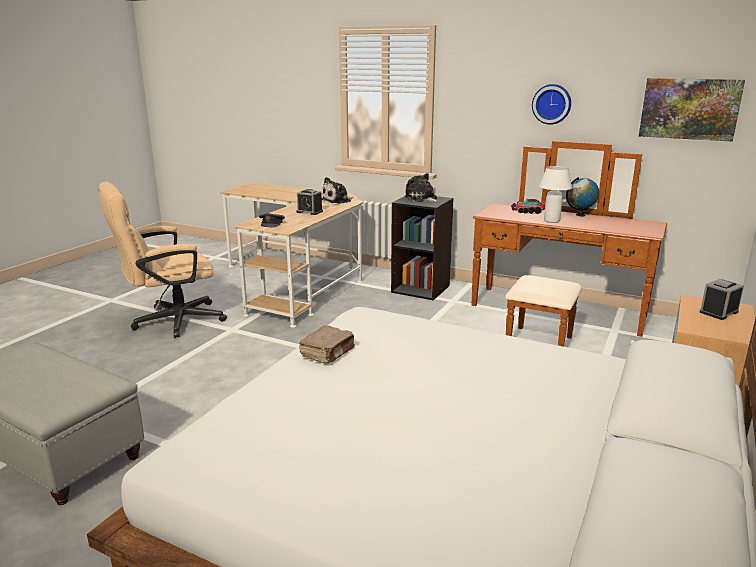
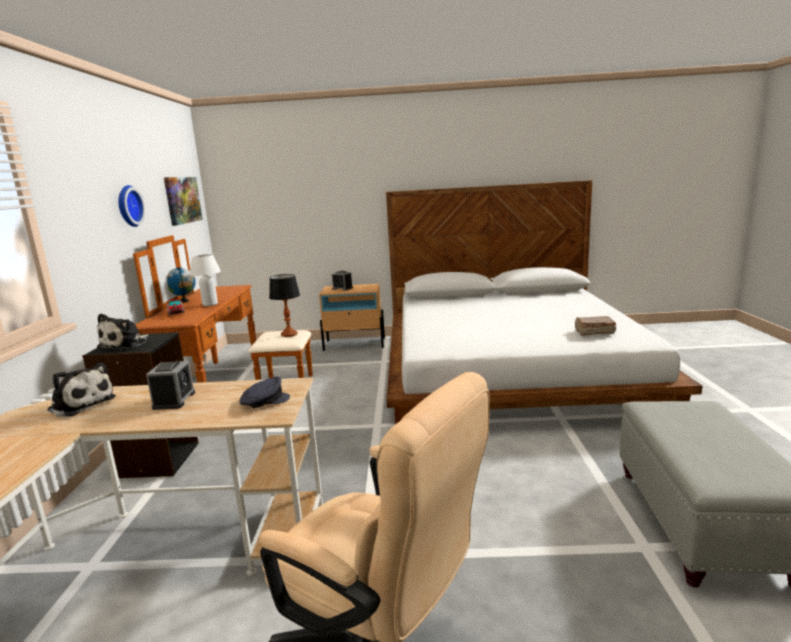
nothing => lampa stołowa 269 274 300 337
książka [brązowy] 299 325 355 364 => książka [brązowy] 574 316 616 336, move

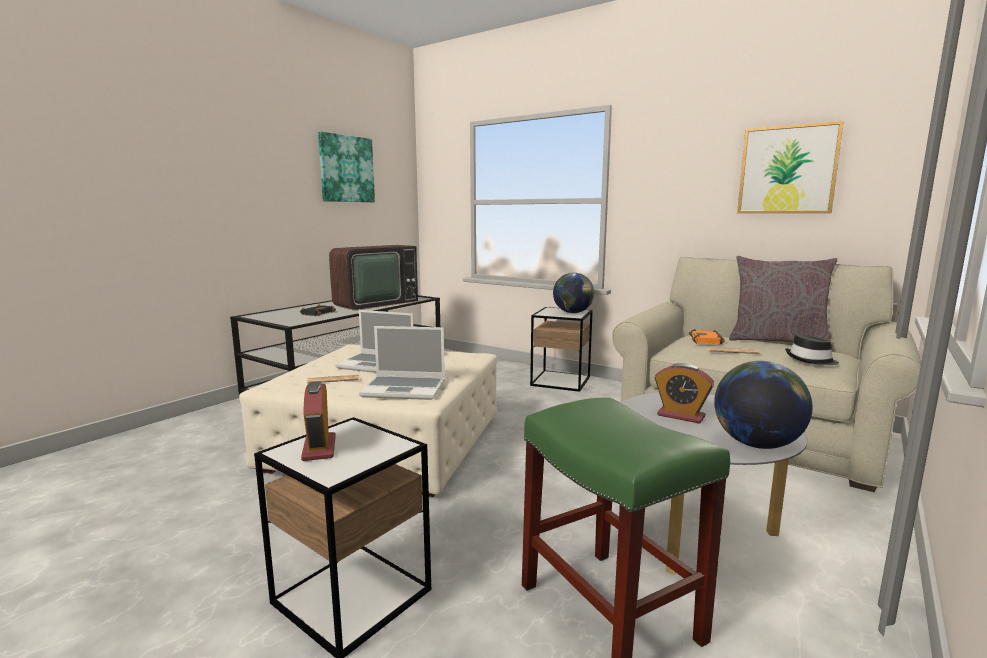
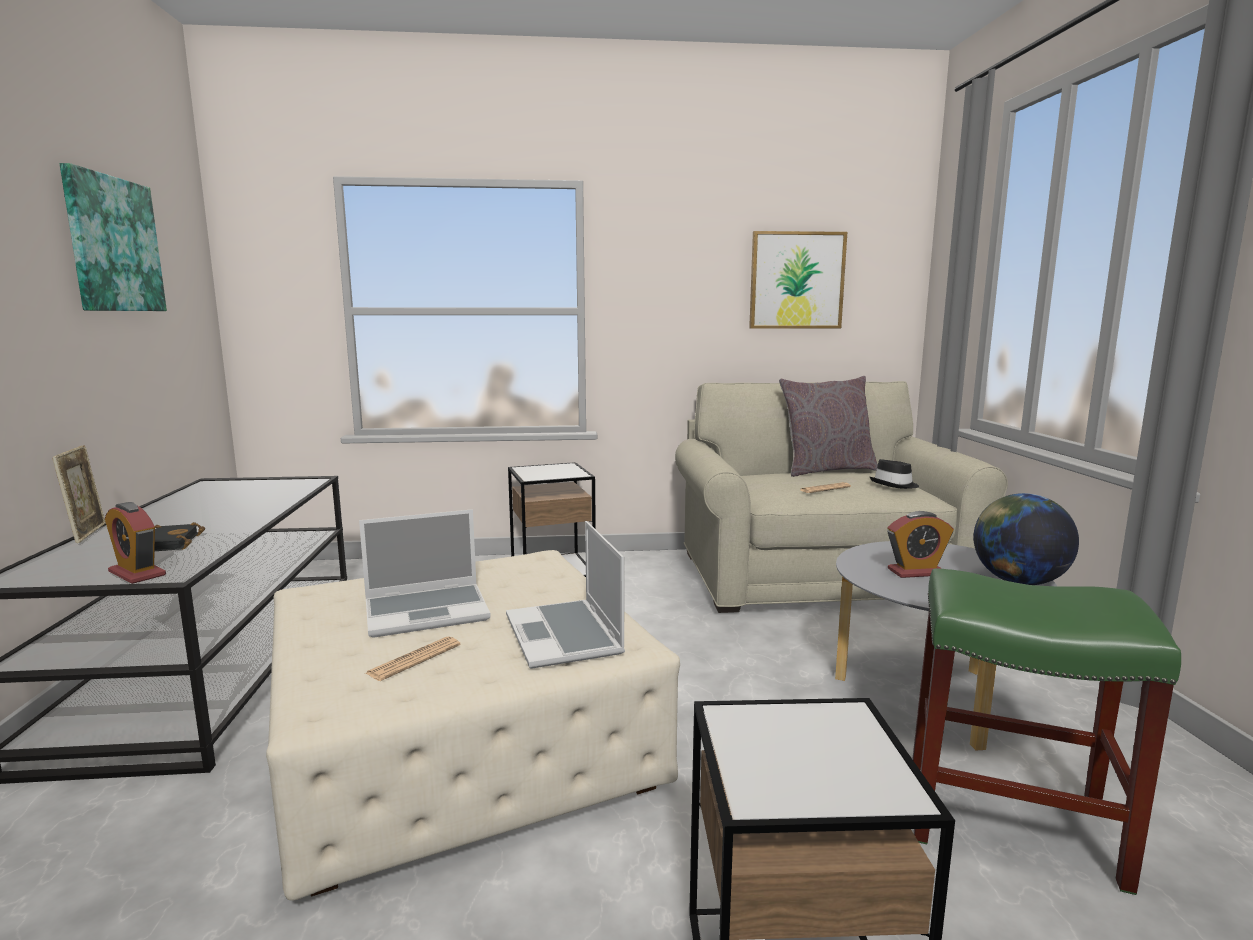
telewizor 329 245 418 310 => nothing
globus 553 273 594 313 => nothing
książka [pomarańczowy] 689 329 725 345 => nothing
nothing => ramka na zdjęcie 52 445 106 543
budzik 301 381 336 461 => budzik 105 502 166 584, move
laptop 359 326 445 400 => laptop 506 521 625 669, 105 degrees clockwise

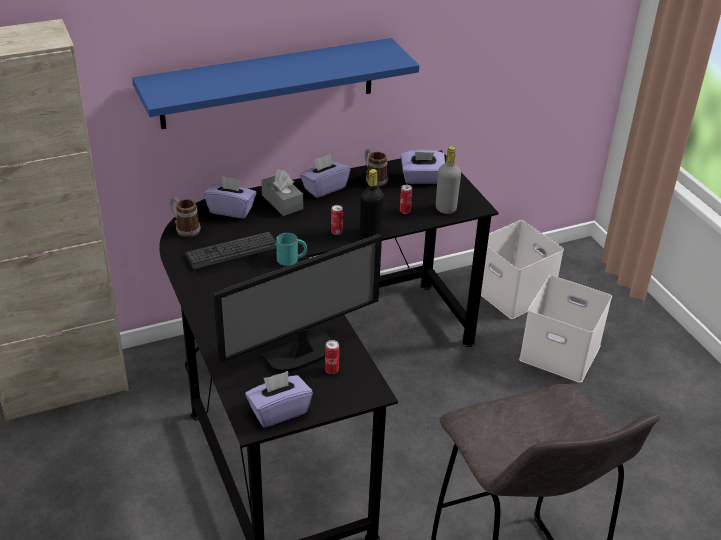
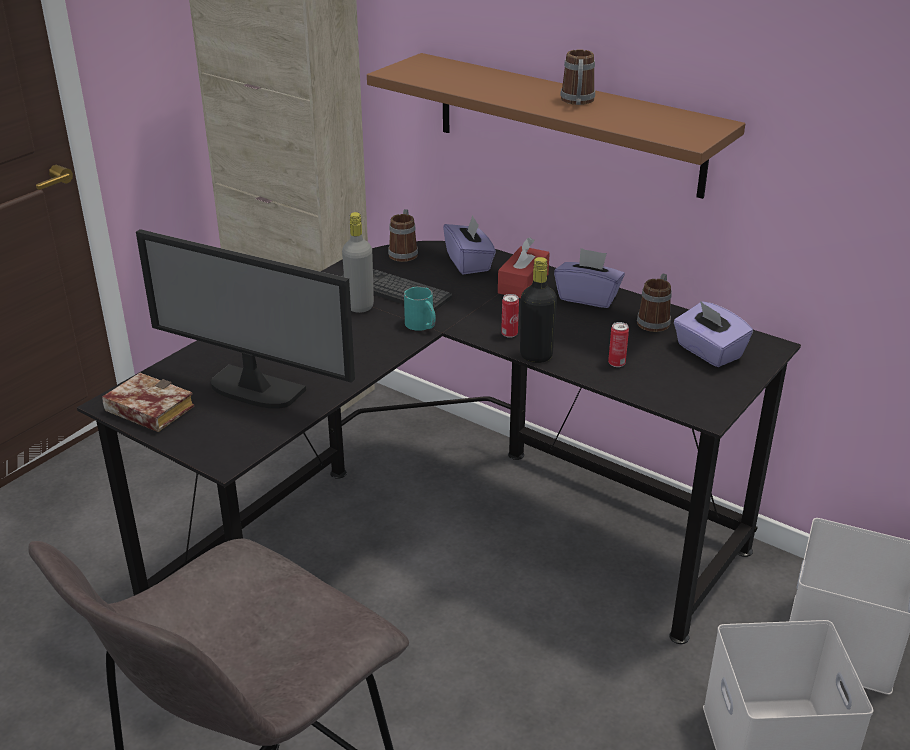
puszka 325 340 339 374 => nothing
nothing => kubek 560 50 595 105
butelka [szary] 436 146 461 214 => butelka [szary] 342 212 374 313, move
pudełko chusteczek [fioletowy] 245 371 313 428 => książka 102 373 195 432
półka [niebieski] 132 38 419 129 => półka [brązowy] 367 53 745 199
pudełko chusteczek [szary] 261 169 303 216 => pudełko chusteczek [czerwony] 498 238 550 298

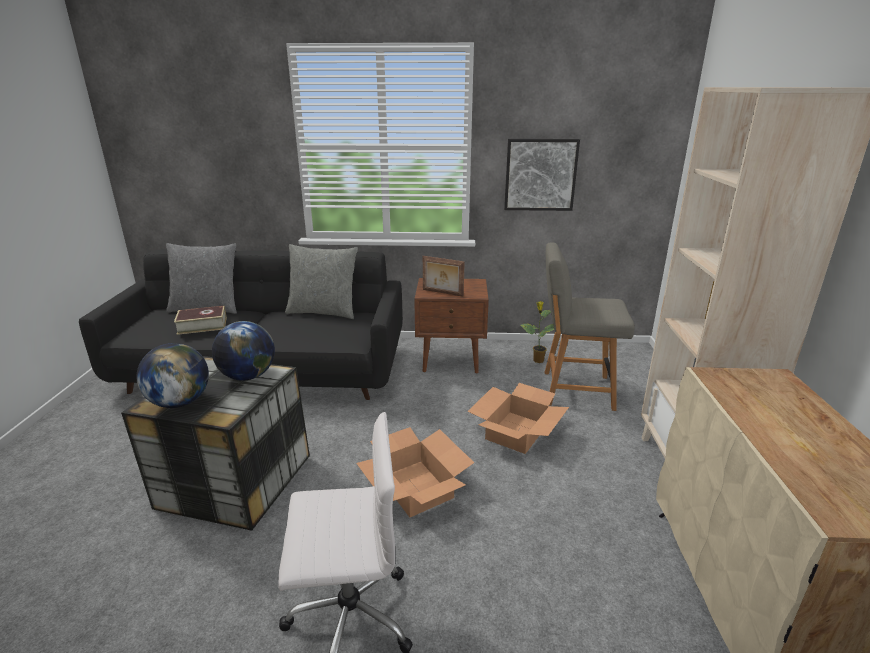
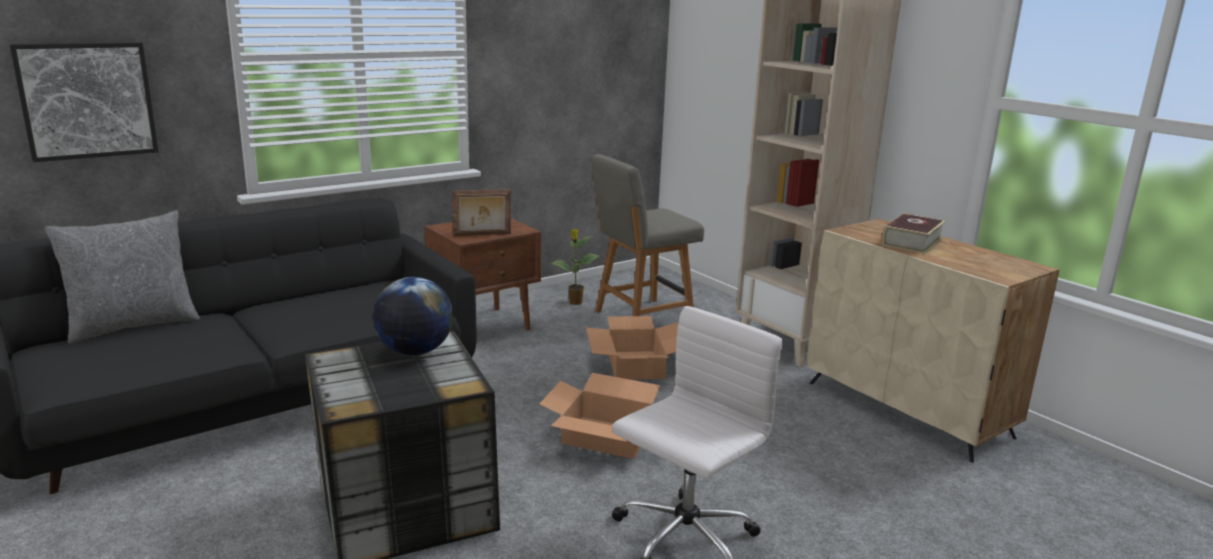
globus 136 343 209 408 => nothing
poduszka [szary] 285 244 358 319 => nothing
książka 174 306 227 335 => książka 882 213 946 254, move
obraz 504 139 580 211 => obraz 9 42 158 162, move

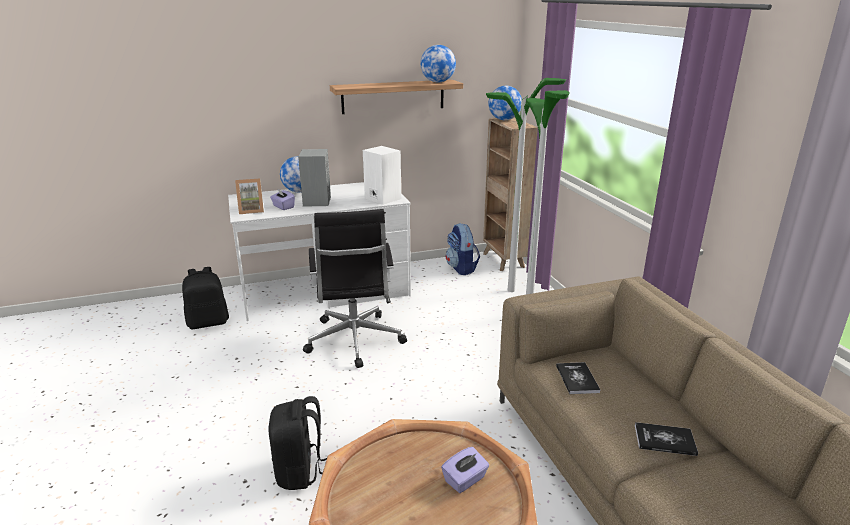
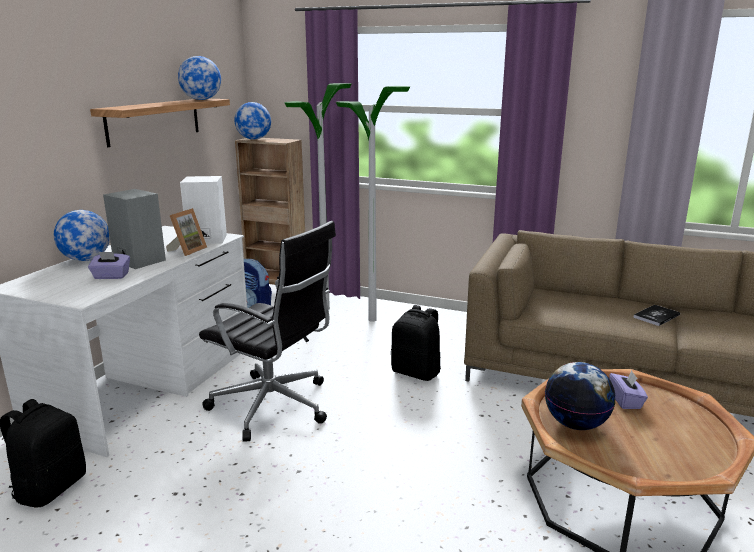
książka 556 362 600 394 => nothing
nothing => globus 545 362 616 430
ramka na zdjęcie 235 178 264 214 => ramka na zdjęcie 166 208 207 256, move
plecak [czarny] 268 396 327 490 => plecak [czarny] 391 305 441 381, move

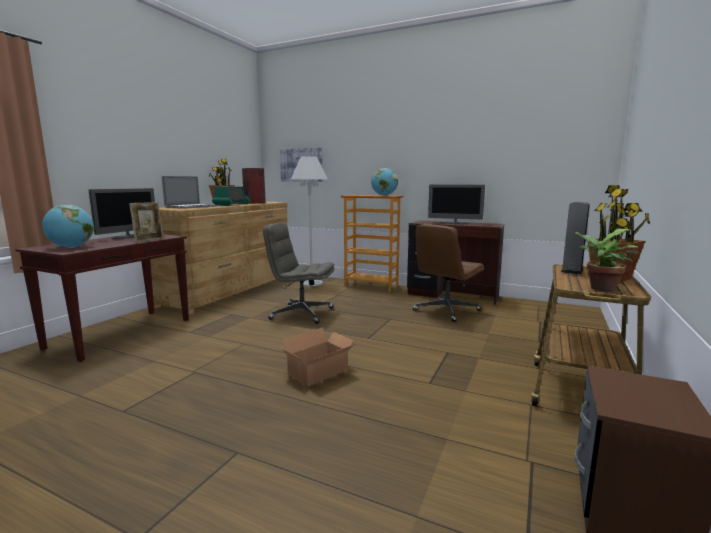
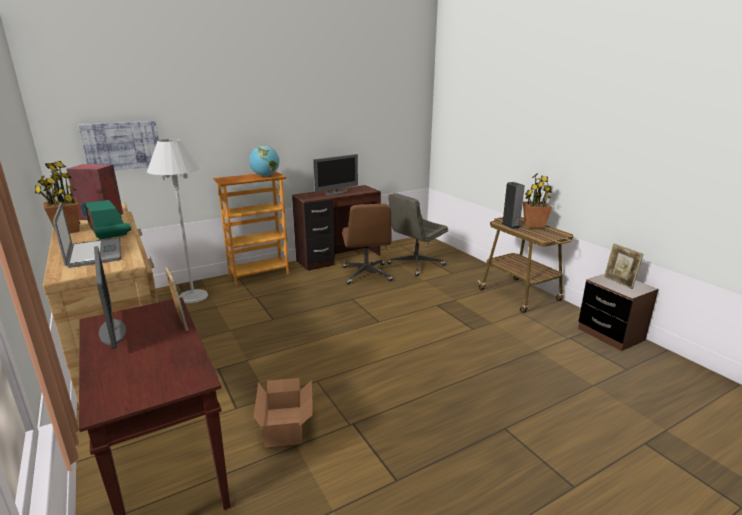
globus 42 205 94 248 => nothing
roślina doniczkowa 572 229 639 292 => nothing
nothing => ramka na zdjęcie 604 243 643 289
krzesło biurowe [szary] 263 222 335 324 => krzesło biurowe [szary] 387 193 448 276, move
karton 281 327 355 387 => karton 253 378 313 448, move

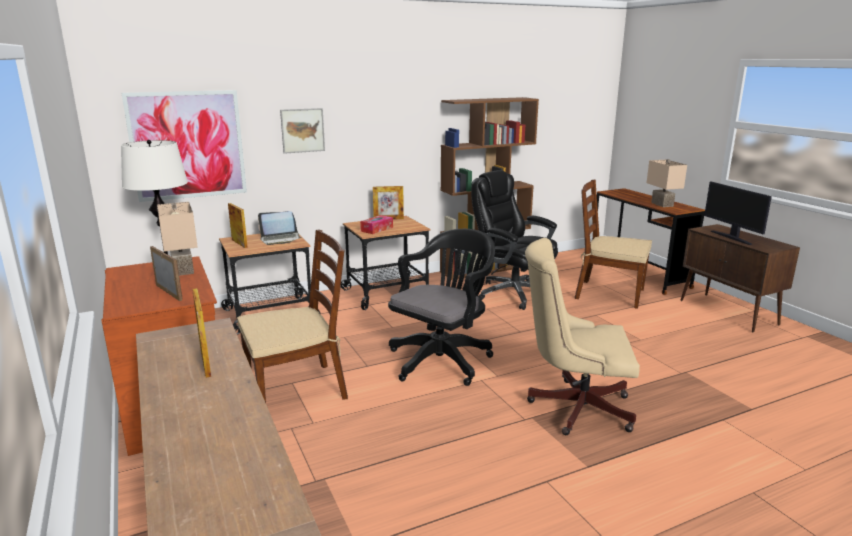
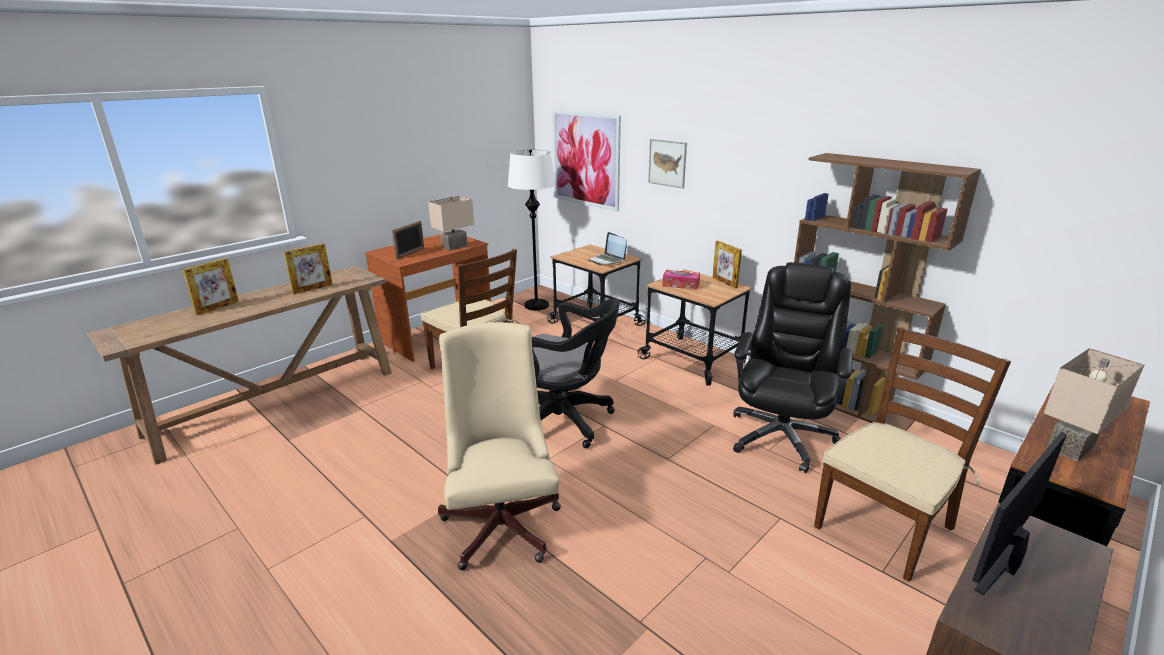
ramka na zdjęcie 228 203 248 248 => ramka na zdjęcie 183 258 239 315, move
krzesło [brązowy] 575 180 652 309 => krzesło [brązowy] 814 327 1011 582, 45 degrees clockwise

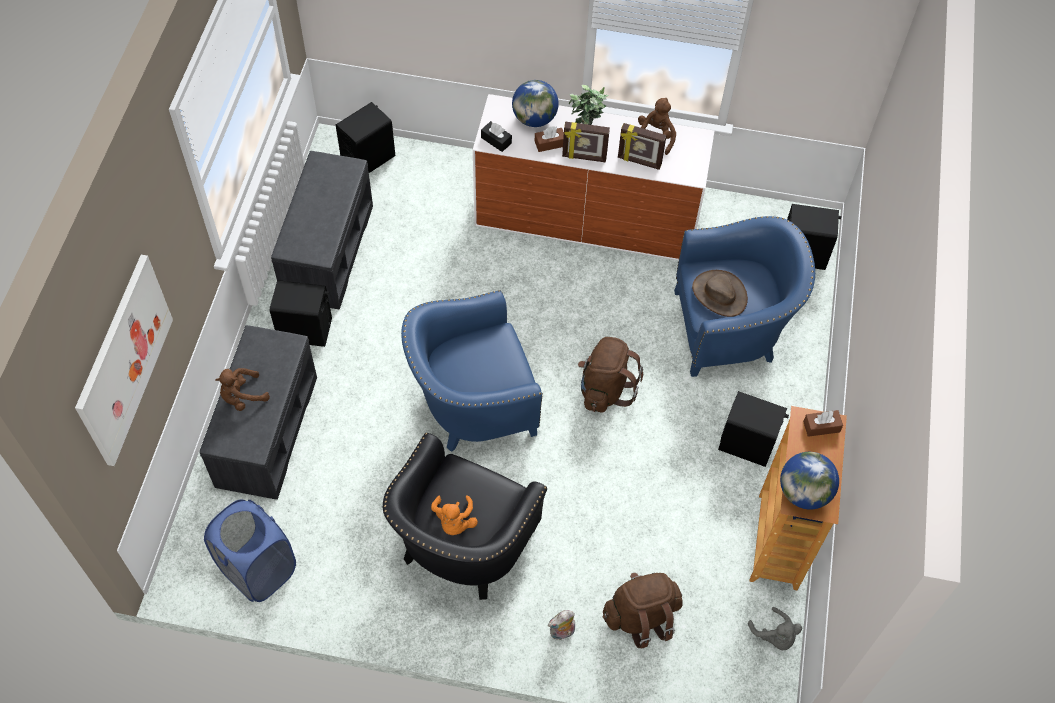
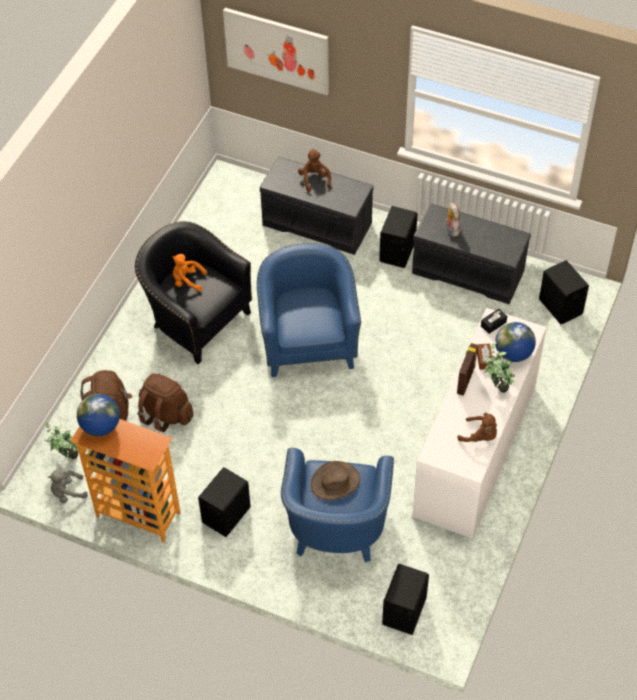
kosz na pranie [niebieski] 204 499 296 602 => nothing
ramka na zdjęcie 618 123 667 170 => nothing
pudełko chusteczek [brązowy] 803 410 843 437 => nothing
nothing => roślina doniczkowa 44 420 78 459
pluszak 548 610 575 641 => pluszak 445 202 461 236, move
plecak [brązowy] 578 337 643 413 => plecak [brązowy] 137 373 194 432, move

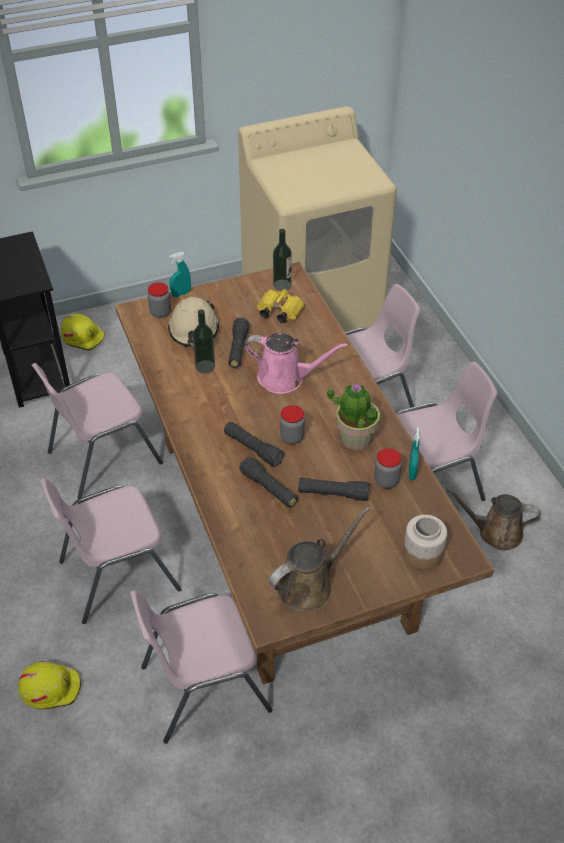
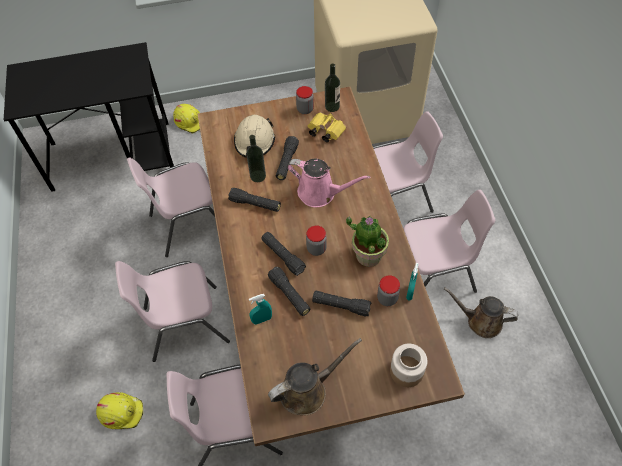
nothing => latarka [czarny] 228 188 281 212
słoik 148 282 171 318 => słoik 296 86 314 114, move
spryskiwacz [turkusowy] 170 252 191 297 => spryskiwacz [turkusowy] 249 294 272 325, move

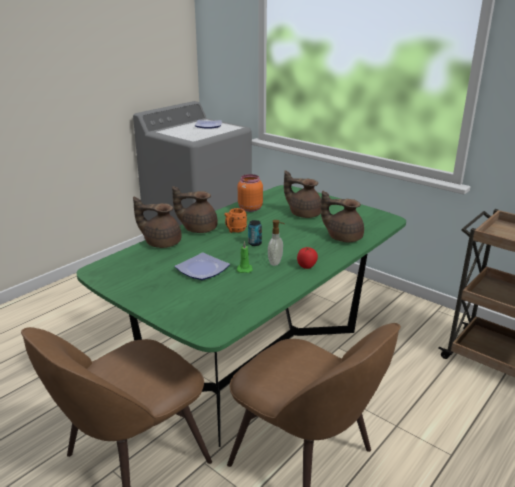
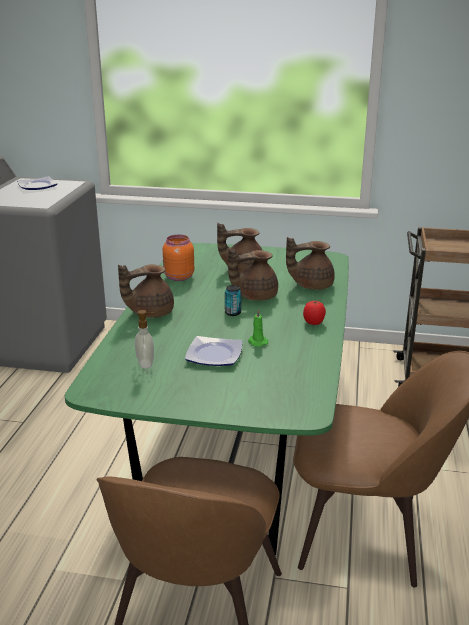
kubek [pomarańczowy] 225 208 247 233 => nothing
imbryk [brązowy] 133 197 182 248 => imbryk [brązowy] 228 248 278 301, move
dozownik mydła 268 220 284 266 => dozownik mydła 135 310 154 369, move

